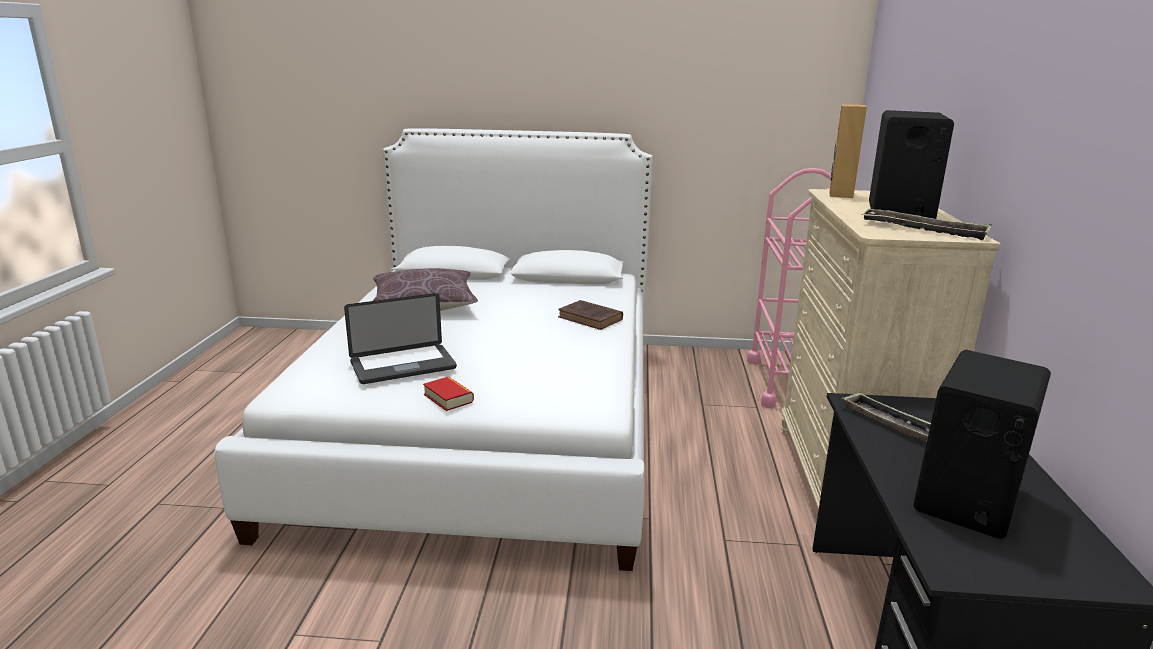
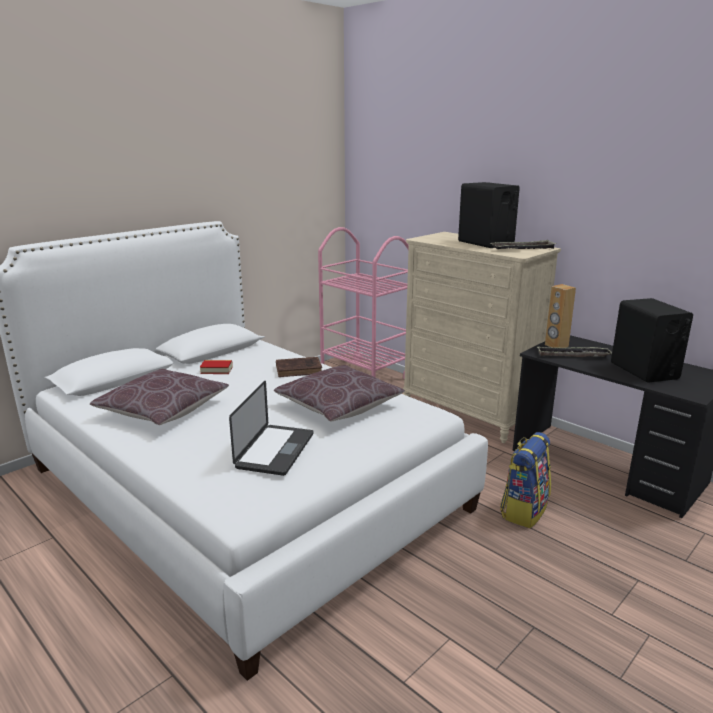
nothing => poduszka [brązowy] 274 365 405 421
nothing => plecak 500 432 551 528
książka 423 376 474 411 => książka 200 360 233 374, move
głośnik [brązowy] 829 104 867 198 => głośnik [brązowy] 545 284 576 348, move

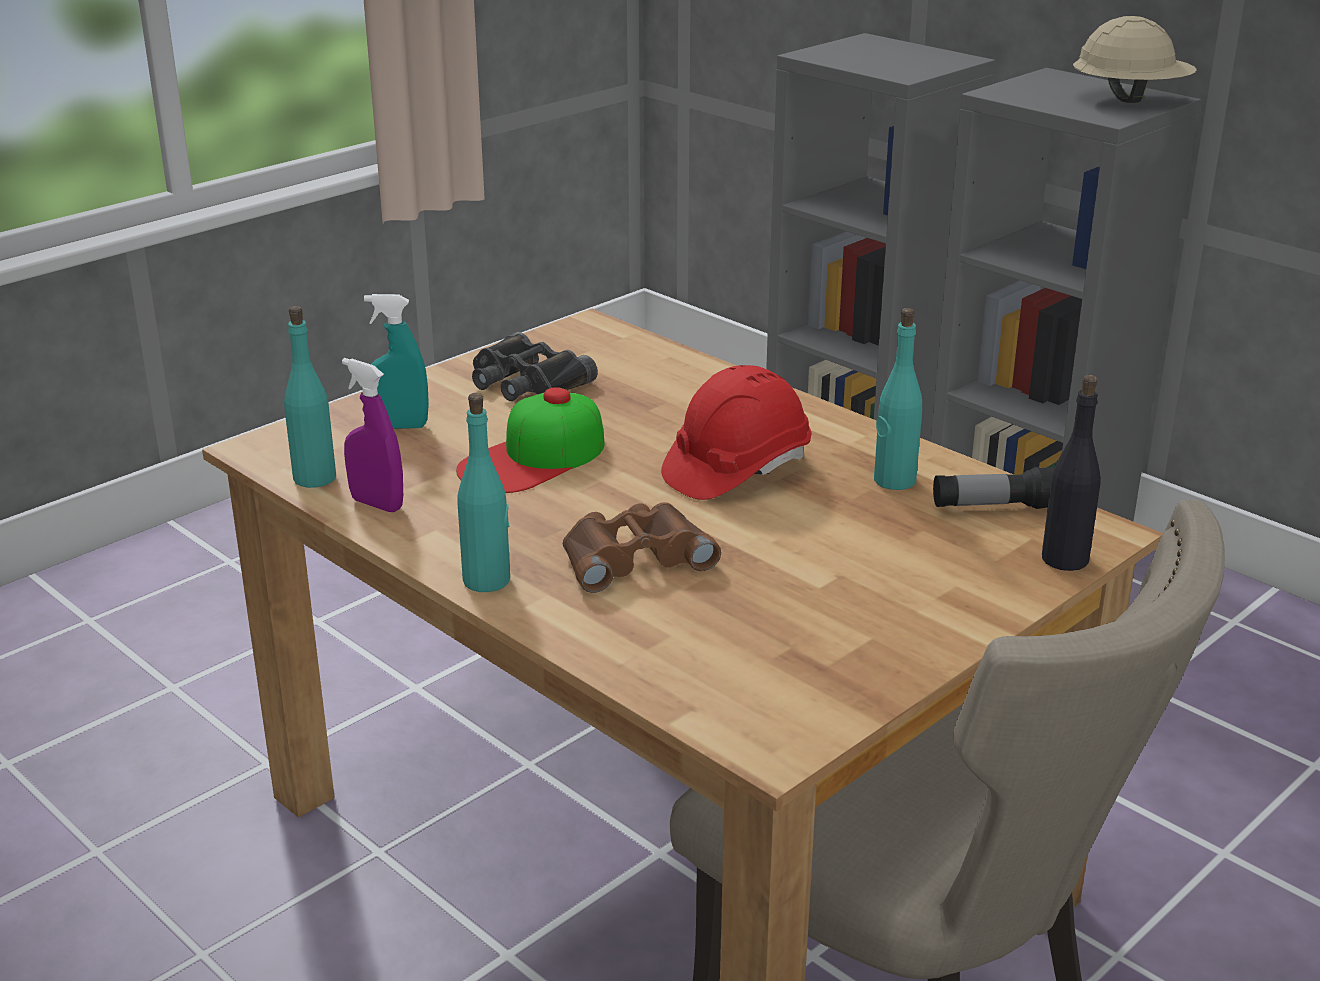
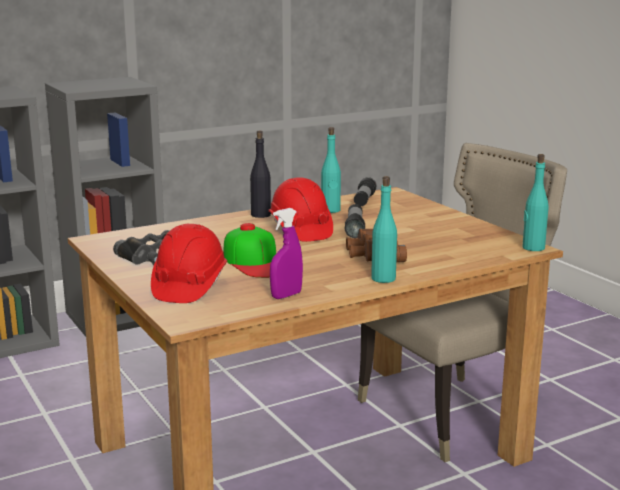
kask [beżowy] 1073 16 1197 103 => nothing
nothing => latarka 345 204 365 238
butelka [turkusowy] 284 306 336 488 => butelka [turkusowy] 523 154 548 251, move
butelka [czarny] 1042 375 1101 571 => butelka [czarny] 250 131 271 218, move
spryskiwacz [turkusowy] 364 294 429 429 => kask [czerwony] 151 224 227 303

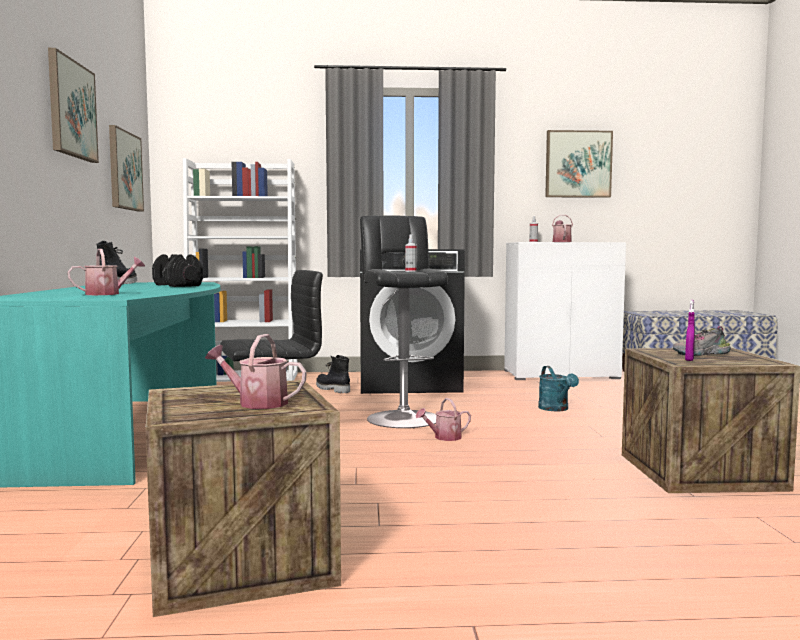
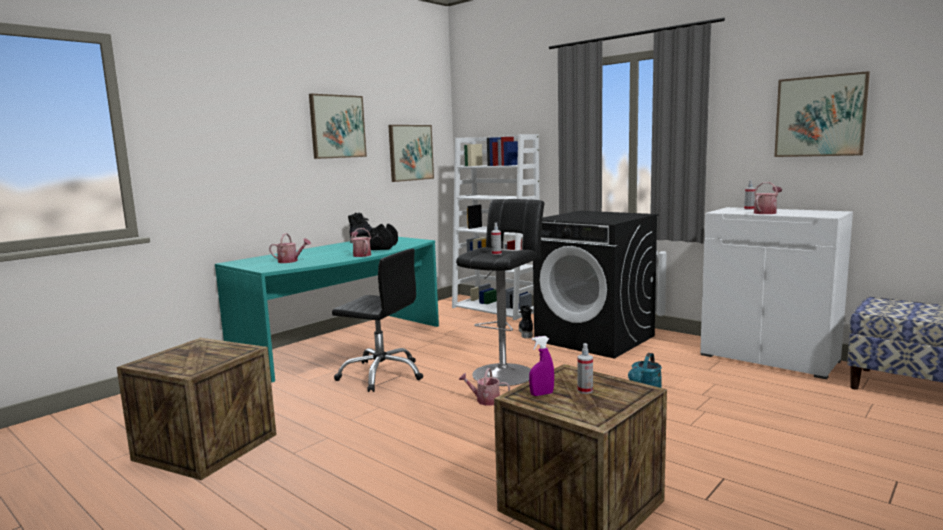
konewka 205 334 307 409 => konewka 350 228 371 257, move
but 673 326 731 356 => spryskiwacz 577 343 593 394

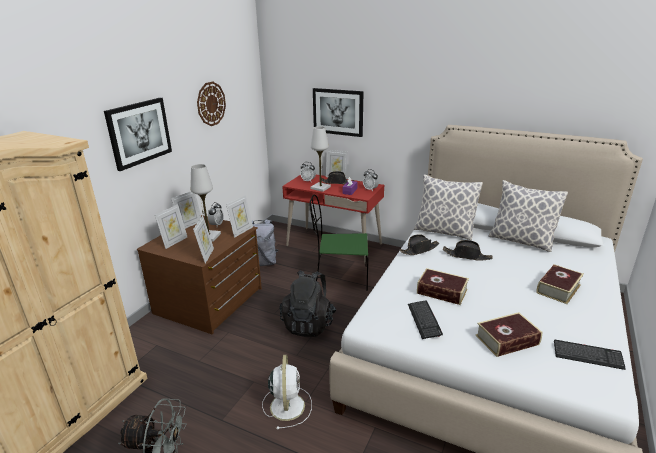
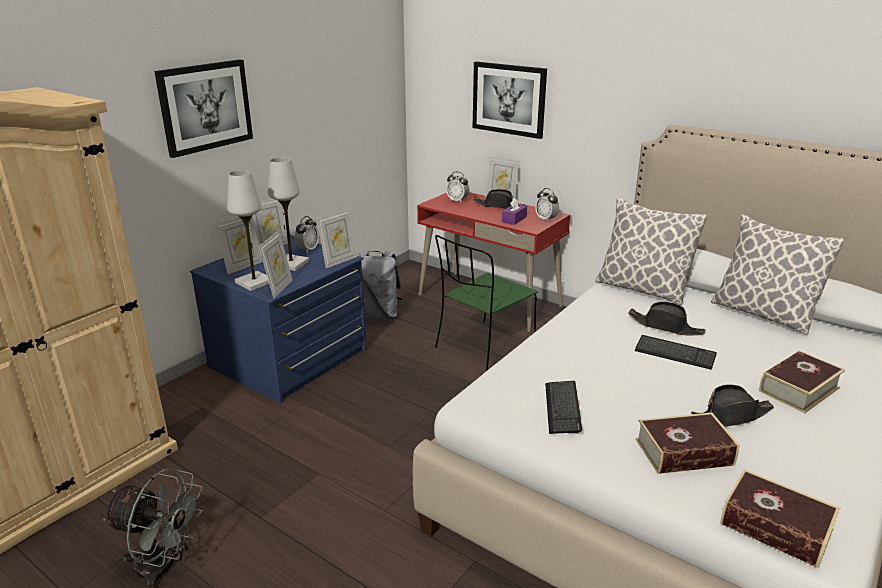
zegar ścienny 197 81 226 126 => nothing
wentylator [biały] 262 355 312 429 => nothing
plecak [czarny] 280 270 337 337 => nothing
lampa stołowa [biały] 311 126 331 192 => lampa stołowa [biały] 227 170 269 291, move
kapelusz [czarny] 399 234 439 255 => kapelusz [czarny] 691 384 774 427, move
książka 417 268 469 305 => książka 720 469 840 568, move
klawiatura 554 340 626 370 => klawiatura 635 335 717 370, move
komoda [brązowy] 137 215 262 335 => komoda [niebieski] 190 235 366 403
krzesło [zielony] 309 195 368 291 => krzesło [zielony] 435 235 538 371, 60 degrees counterclockwise

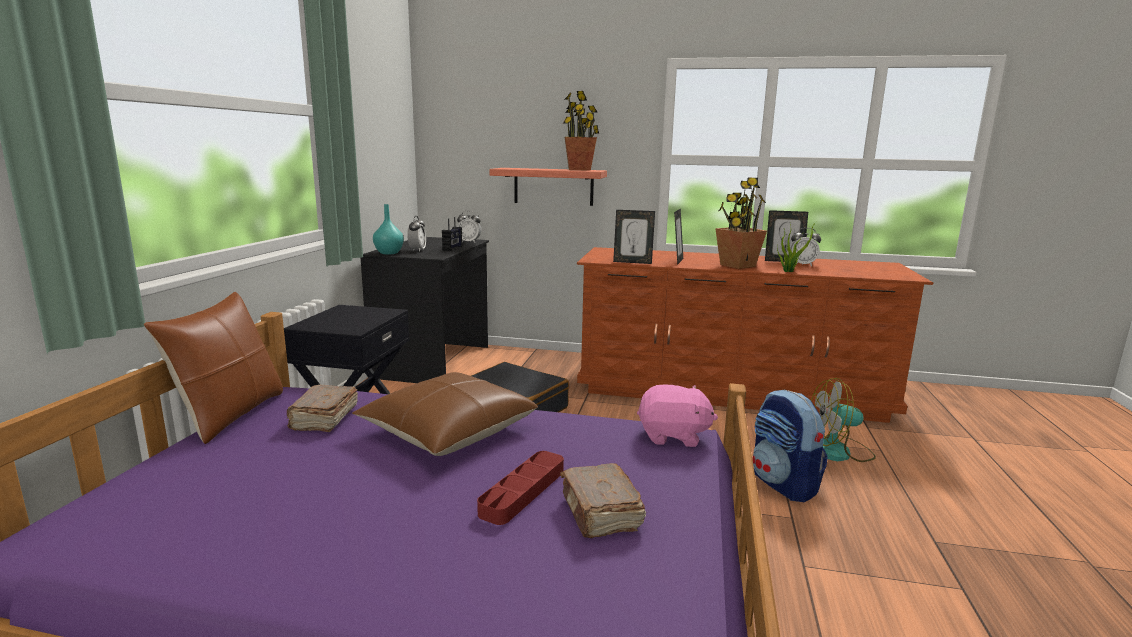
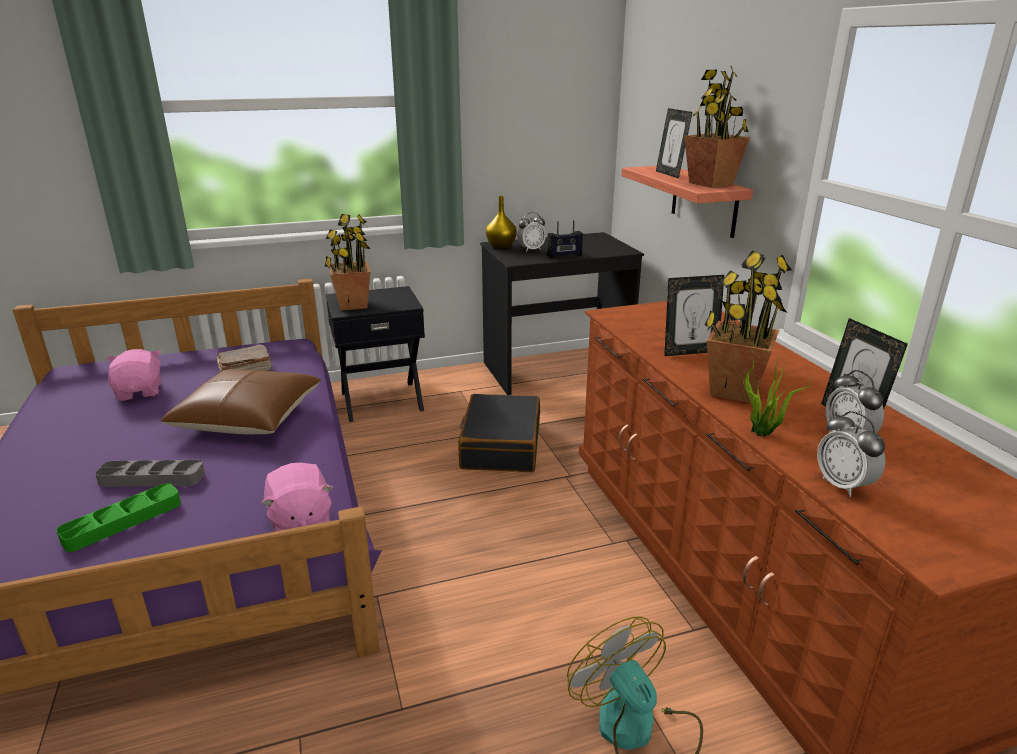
poduszka [brązowy] 144 292 283 444 => nothing
plecak 753 390 828 502 => nothing
nothing => pluszak [różowy] 107 349 161 401
nothing => roślina doniczkowa 325 214 370 311
budzik 457 211 481 243 => budzik 817 411 885 497, move
ramka na zdjęcie 613 210 655 264 => ramka na zdjęcie 656 108 693 179, move
książka [brązowy] 560 463 646 538 => taca [zielony] 56 483 181 552
wazon [turkusowy] 373 204 404 254 => wazon [żółty] 486 196 517 249
taca [czerwony] 477 451 564 525 => taca [szary] 95 460 205 487

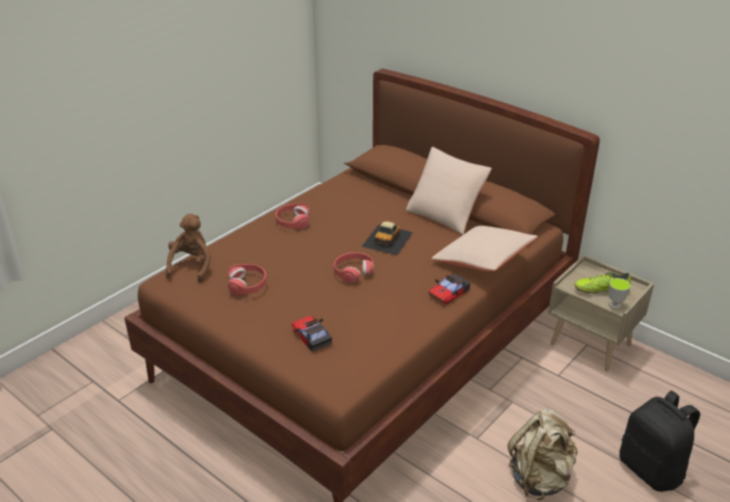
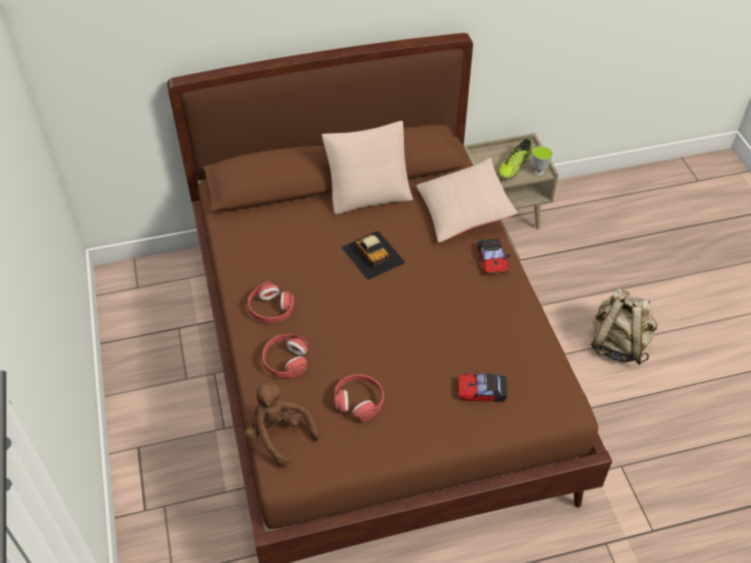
plecak [czarny] 619 390 700 492 => nothing
słuchawki [czerwony] 334 252 374 283 => słuchawki [czerwony] 262 334 308 378, move

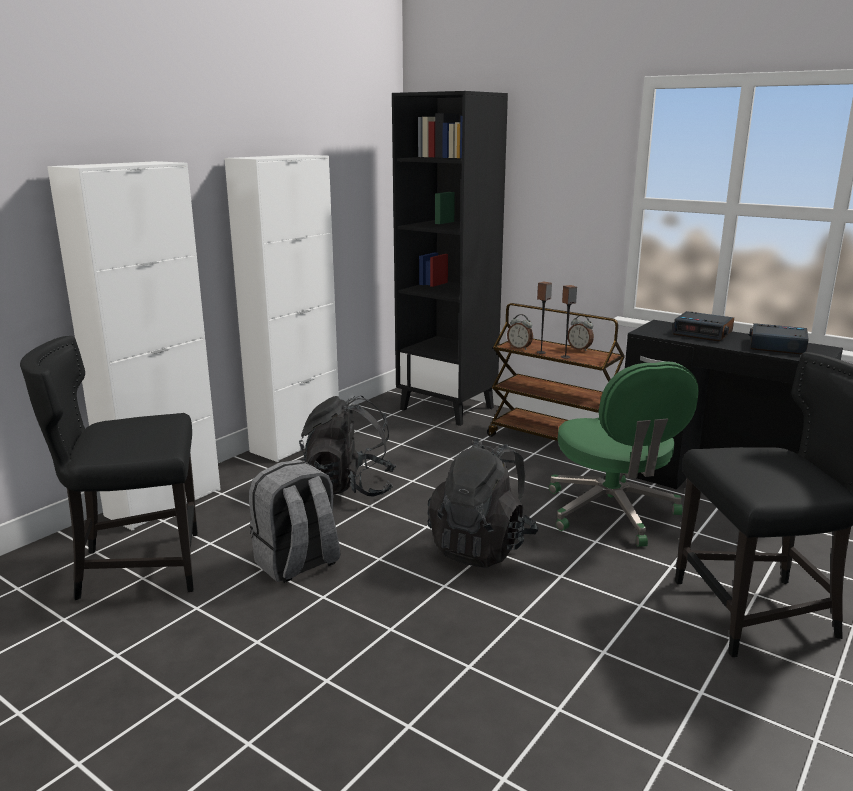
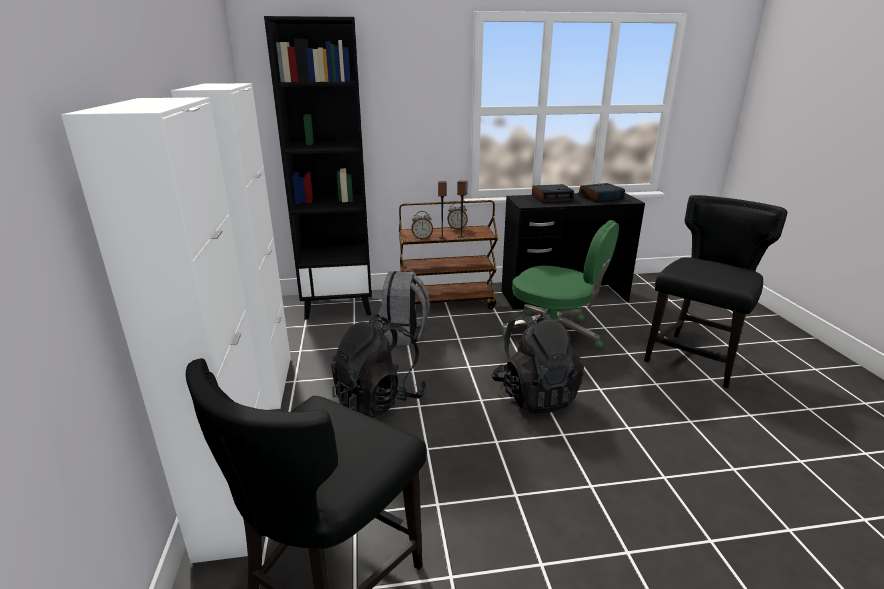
plecak [szary] 249 460 341 583 => plecak [szary] 377 271 430 345, move

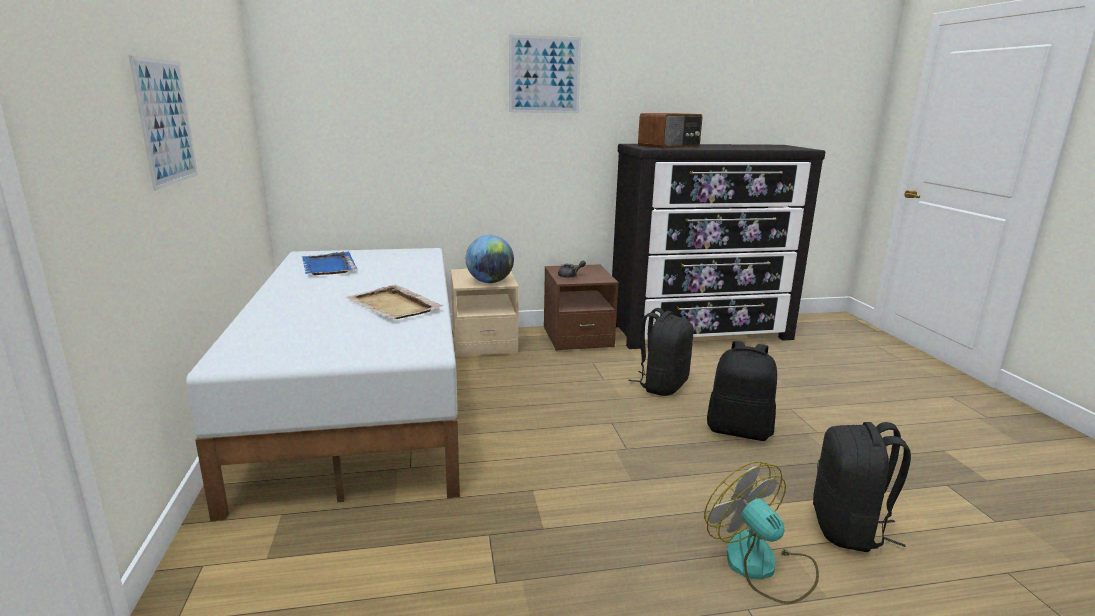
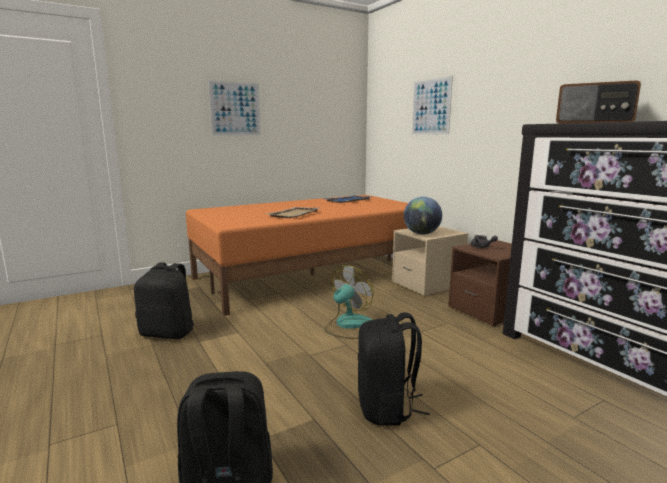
obraz 509 35 581 113 => obraz 412 76 453 134, move
plecak [czarny] 628 308 694 396 => plecak [czarny] 134 262 194 339, move
wentylator 704 461 819 604 => wentylator 324 265 374 339, move
łóżko [biały] 186 248 460 521 => łóżko [pomarańczowy] 186 195 408 316

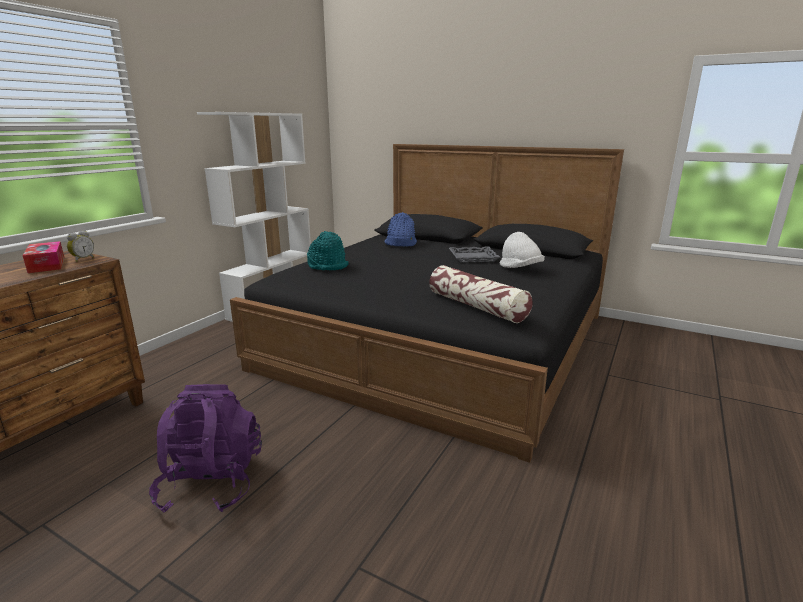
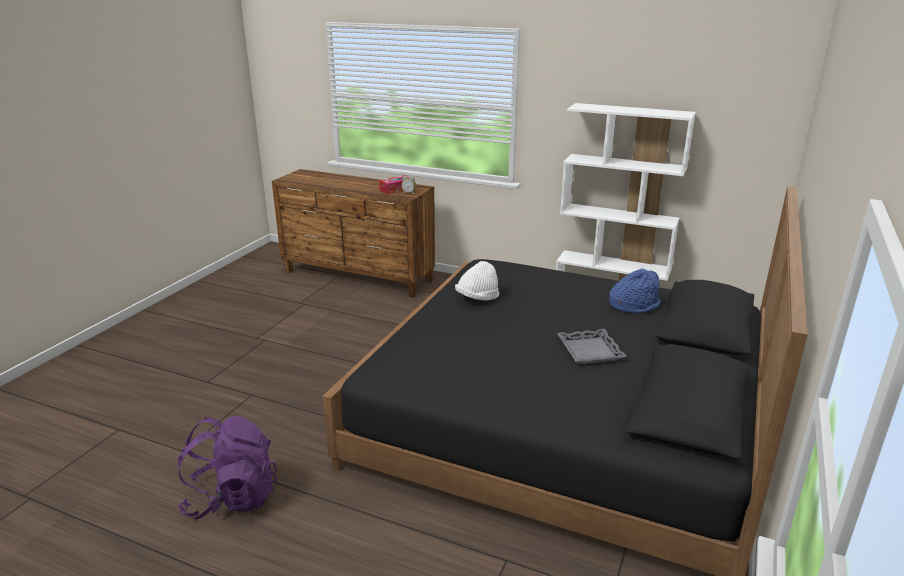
kapelusz [turkusowy] 307 231 349 270 => nothing
poduszka 429 265 533 323 => nothing
plecak [fioletowy] 149 384 262 512 => plecak [fioletowy] 178 416 277 520, move
kapelusz [biały] 500 232 545 268 => kapelusz [biały] 455 261 499 301, move

